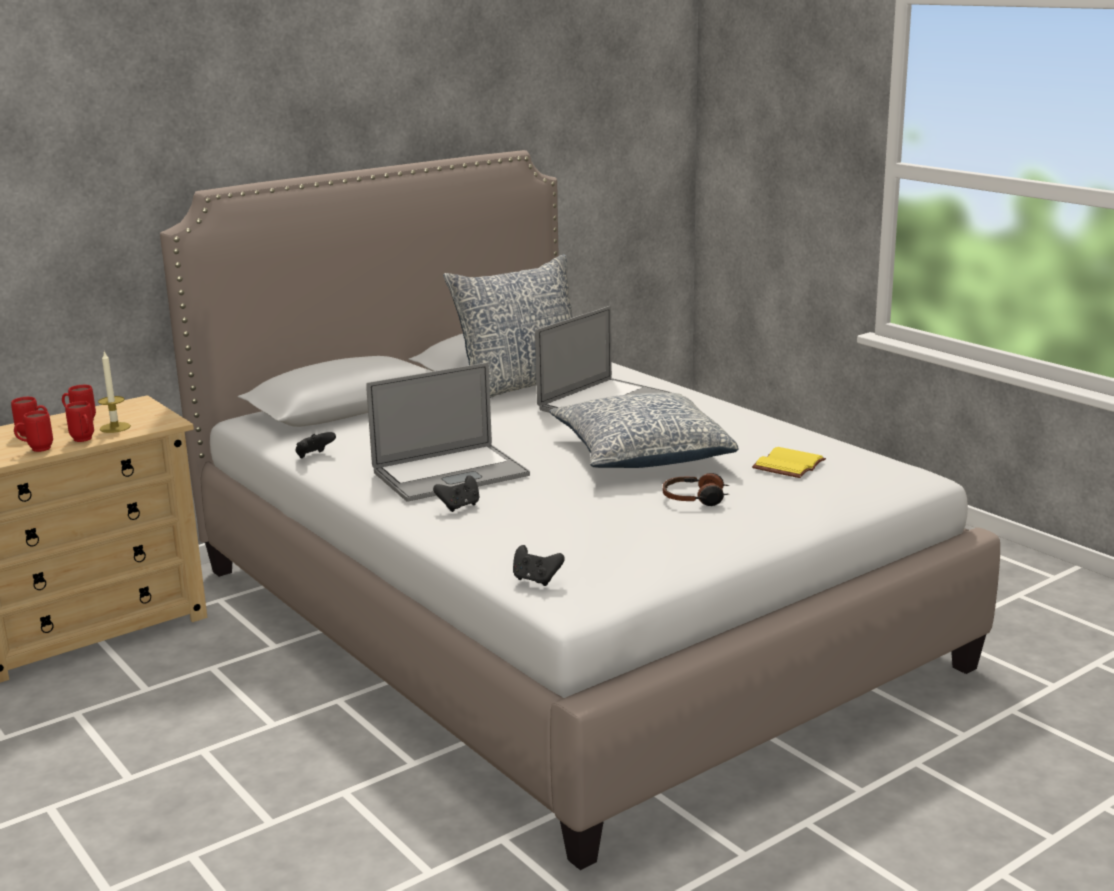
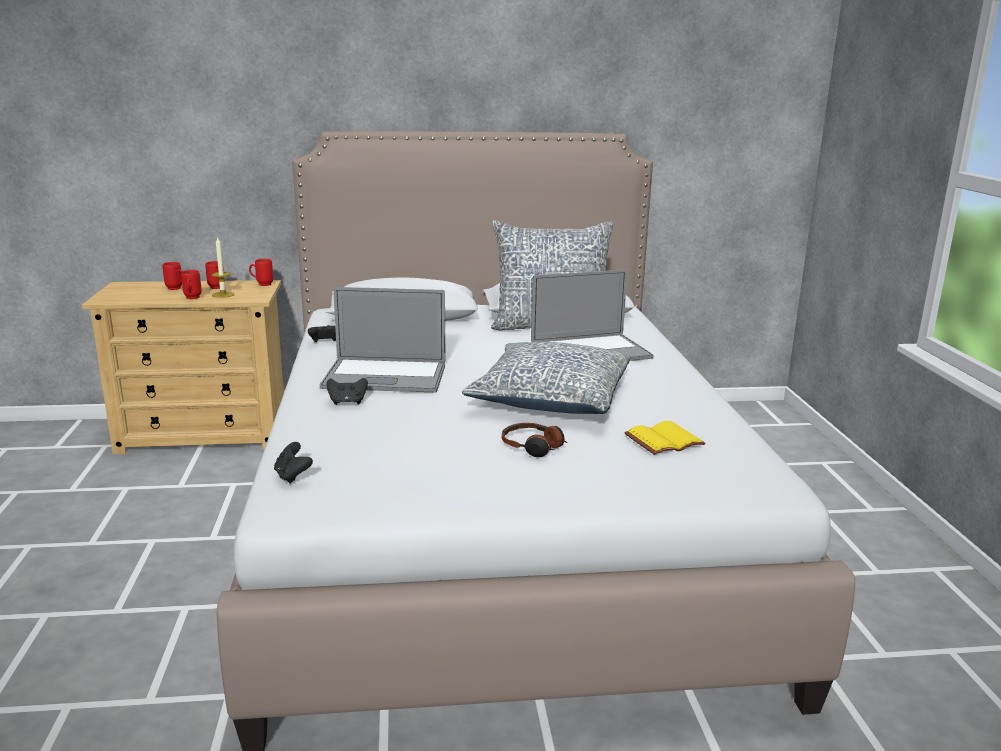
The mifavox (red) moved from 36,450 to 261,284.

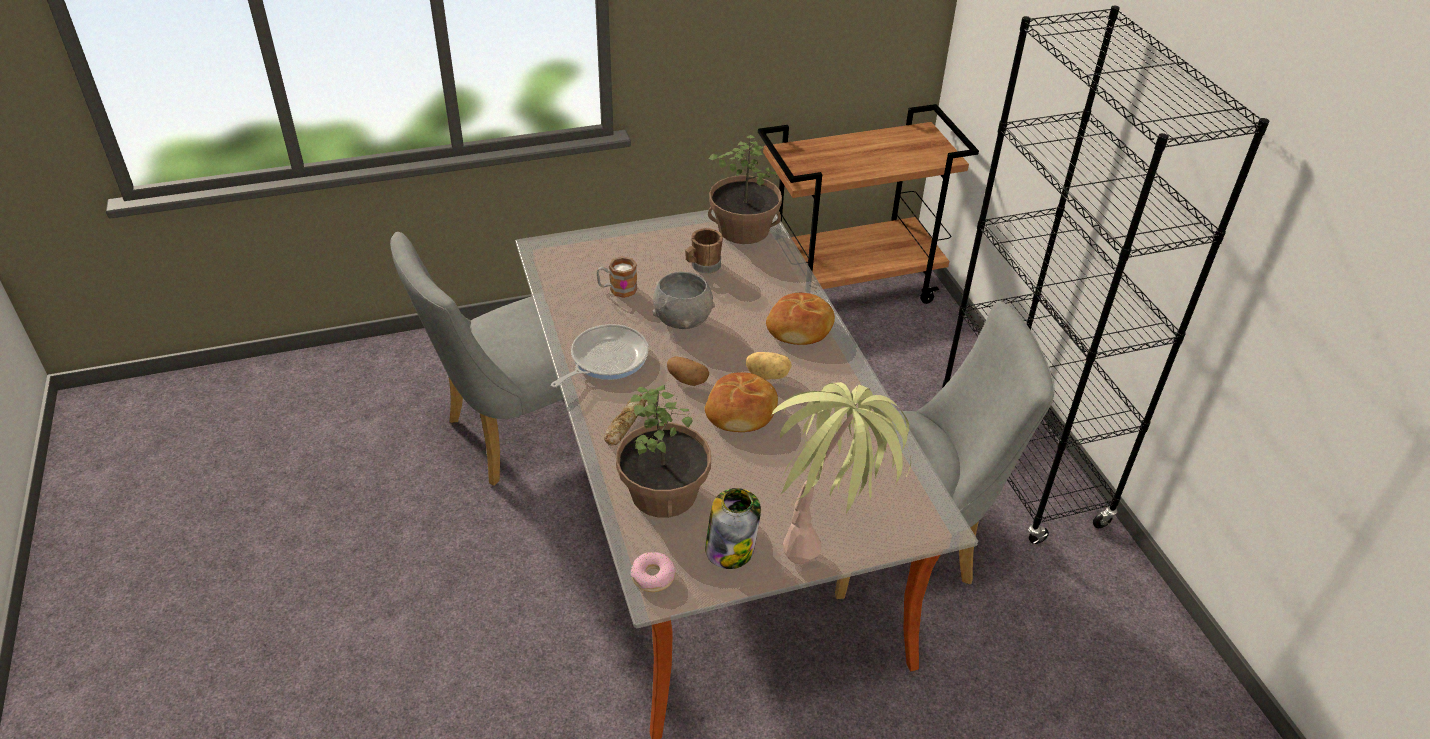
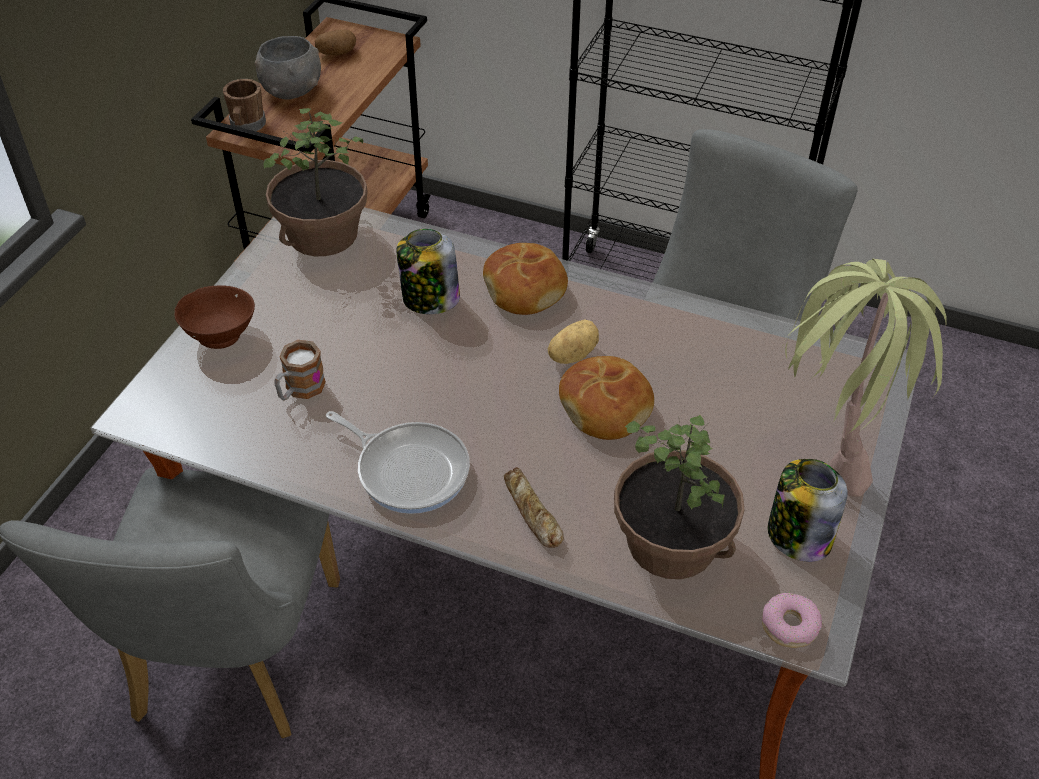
The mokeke at 605,359 turned 135 degrees clockwise.
The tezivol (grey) moved from 682,320 to 292,91.
The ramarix moved from 686,380 to 337,53.
The mifavox (brown) moved from 703,266 to 247,126.
The tezivol (brown) at 222,335 appeared.
The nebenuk at 429,299 appeared.

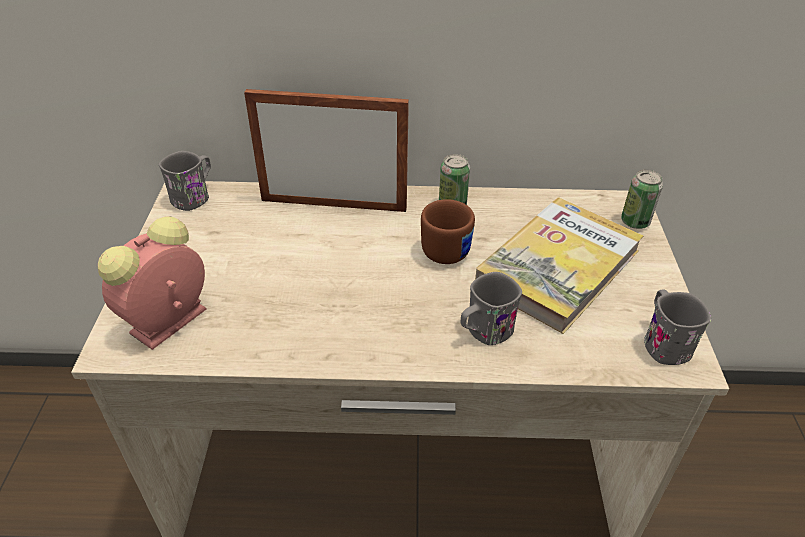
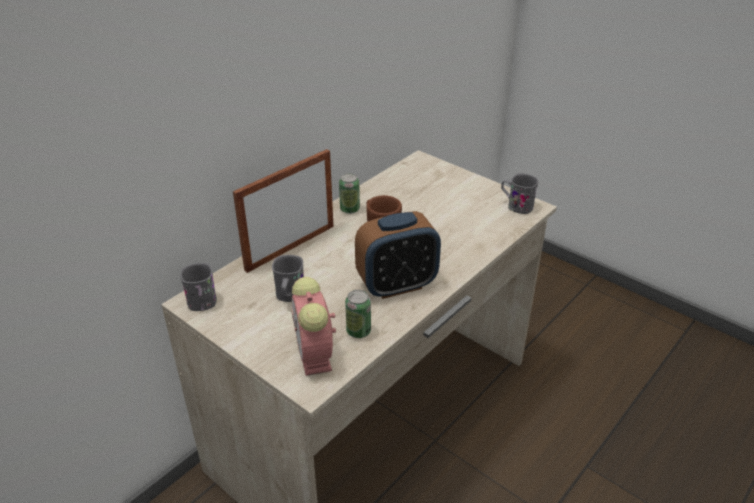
The mifavox (grey) moved from 483,332 to 289,296.
The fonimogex at 558,267 disappeared.
The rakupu moved from 635,222 to 358,331.
The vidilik at 397,285 appeared.

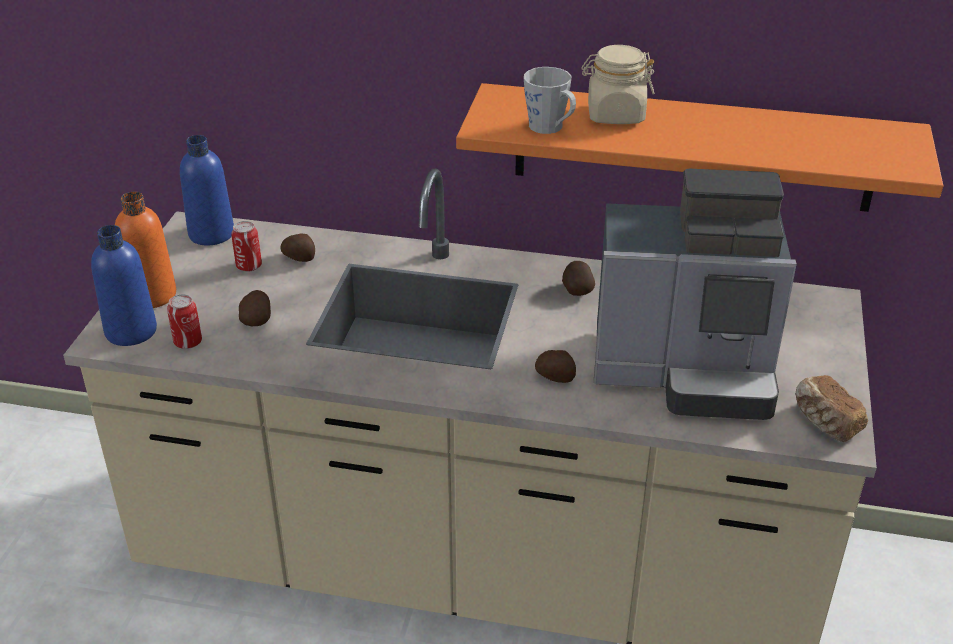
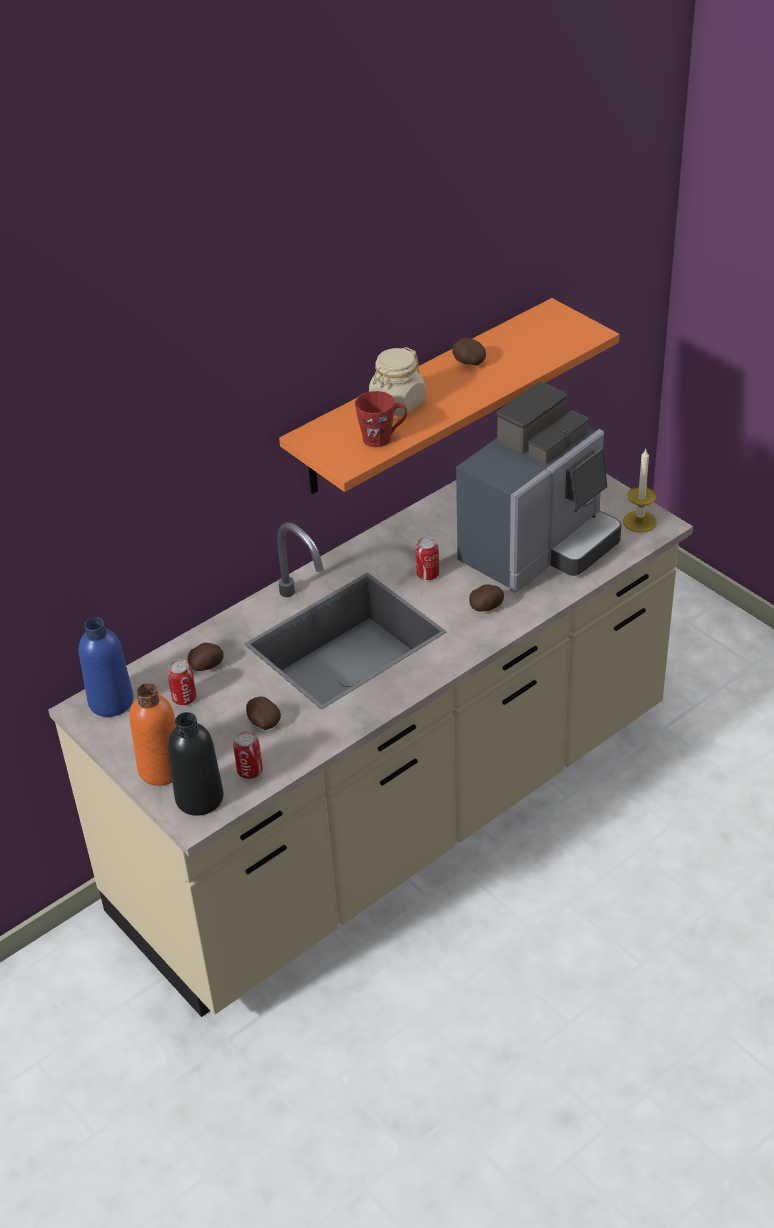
The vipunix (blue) at 131,331 became the vipunix (black) at 199,798.
The mifavox (grey) at 550,128 became the mifavox (red) at 382,438.
The ramarix moved from 576,290 to 468,362.
The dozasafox at 825,422 was replaced by the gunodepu at 639,521.
The rakupu at 427,574 appeared.

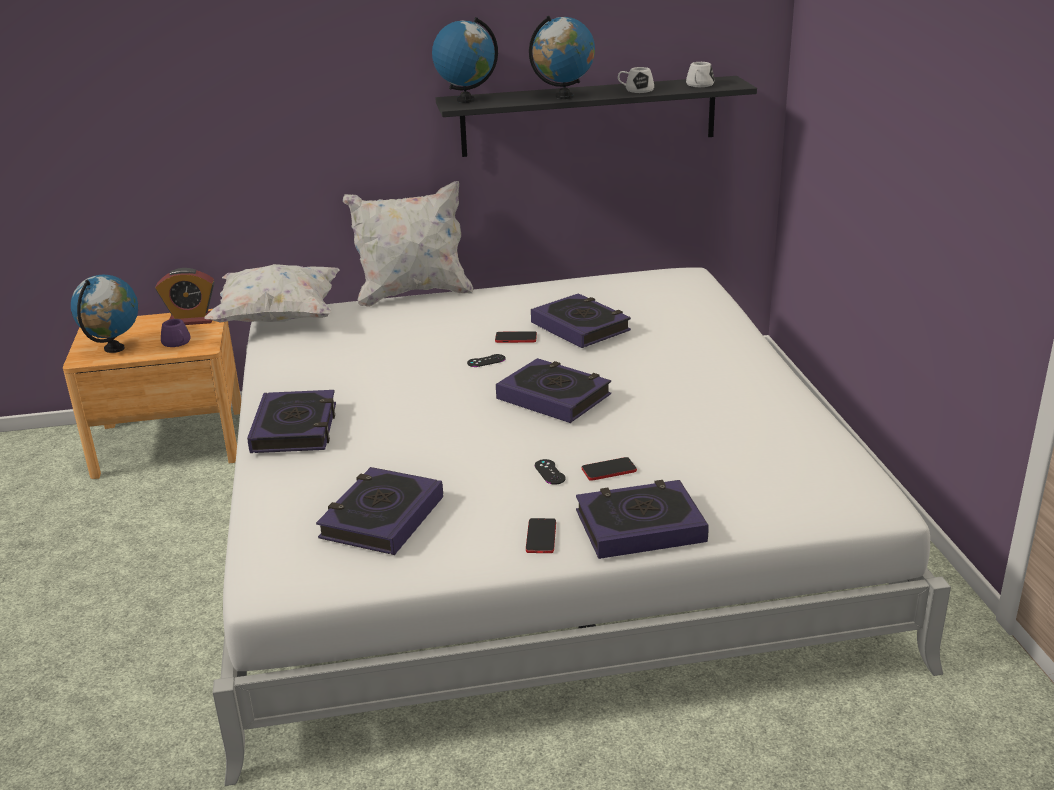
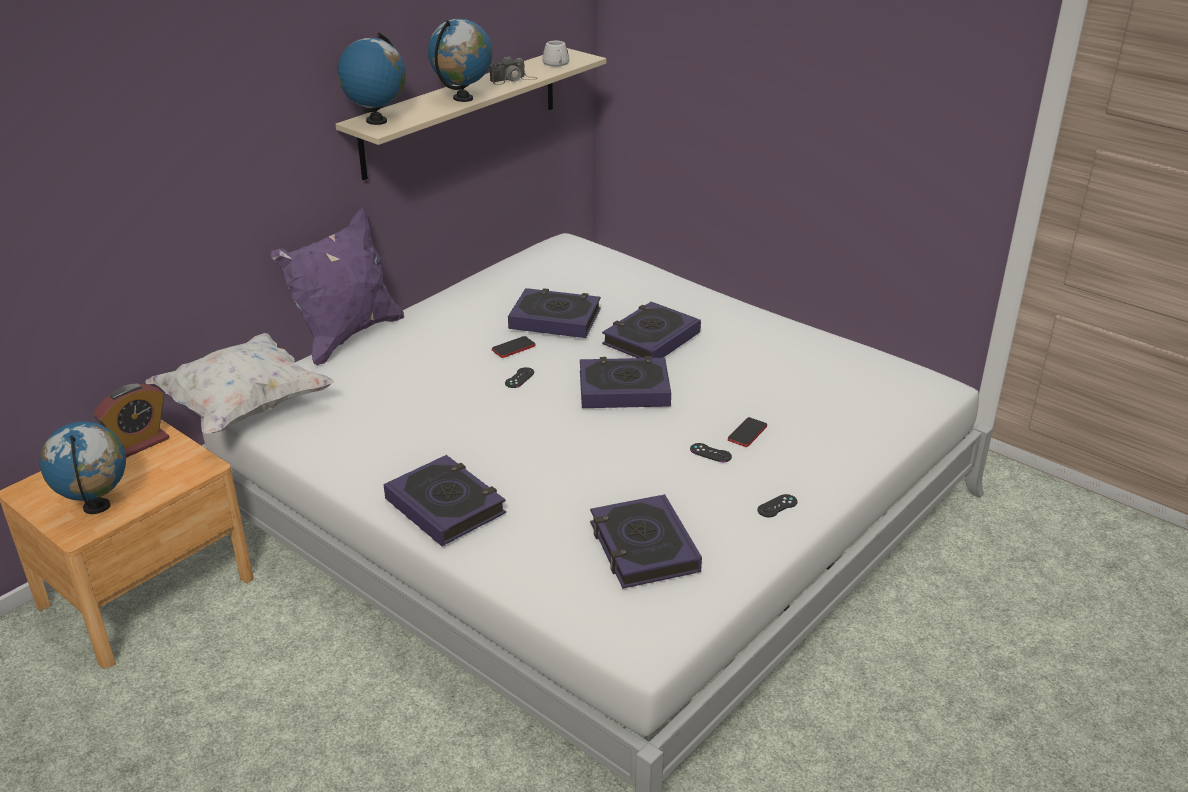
The mifavox (purple) at 178,343 disappeared.
The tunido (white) at 413,293 became the tunido (purple) at 347,336.
The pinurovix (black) at 589,116 became the pinurovix (beige) at 461,112.
The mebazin at 541,537 was replaced by the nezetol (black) at 777,506.
The fonimogex moved from 640,526 to 651,339.
The mifavox (white) at 635,90 was replaced by the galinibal at 513,79.

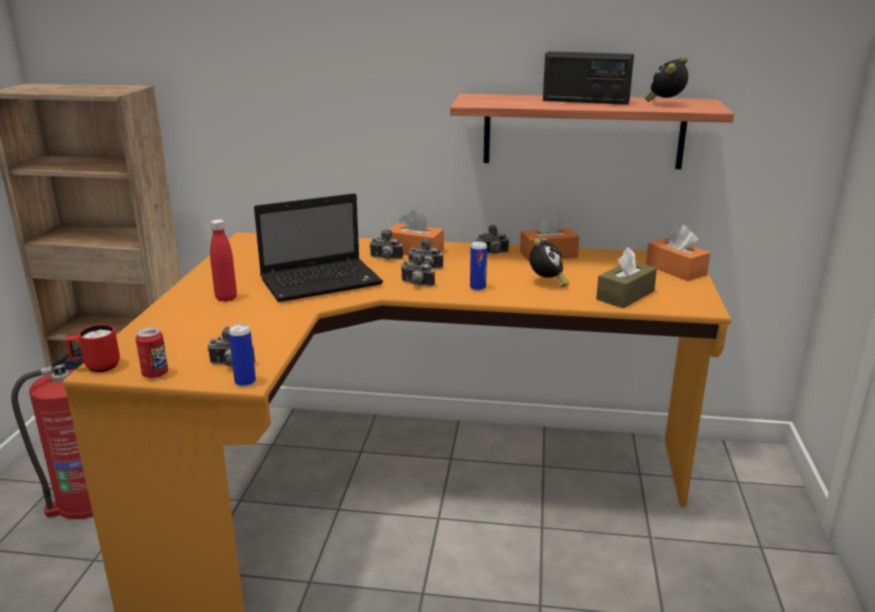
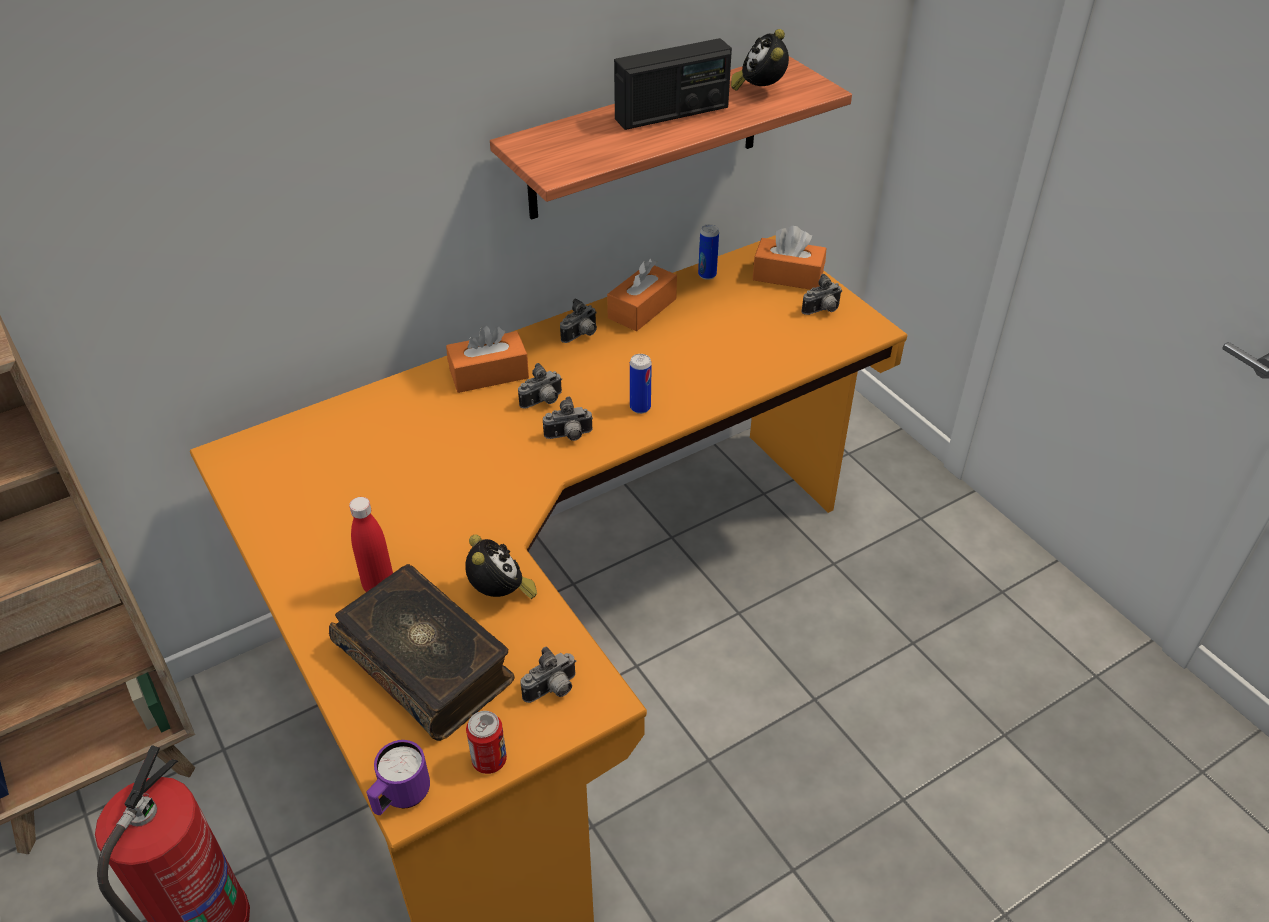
The mifavox (red) at 97,367 became the mifavox (purple) at 401,798.
The rakupu moved from 245,382 to 707,275.
The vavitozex at 323,281 disappeared.
The galinibal moved from 385,259 to 823,310.
The vidilik moved from 547,283 to 500,594.
The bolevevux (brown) at 625,295 disappeared.
The fonimogex at 426,663 appeared.

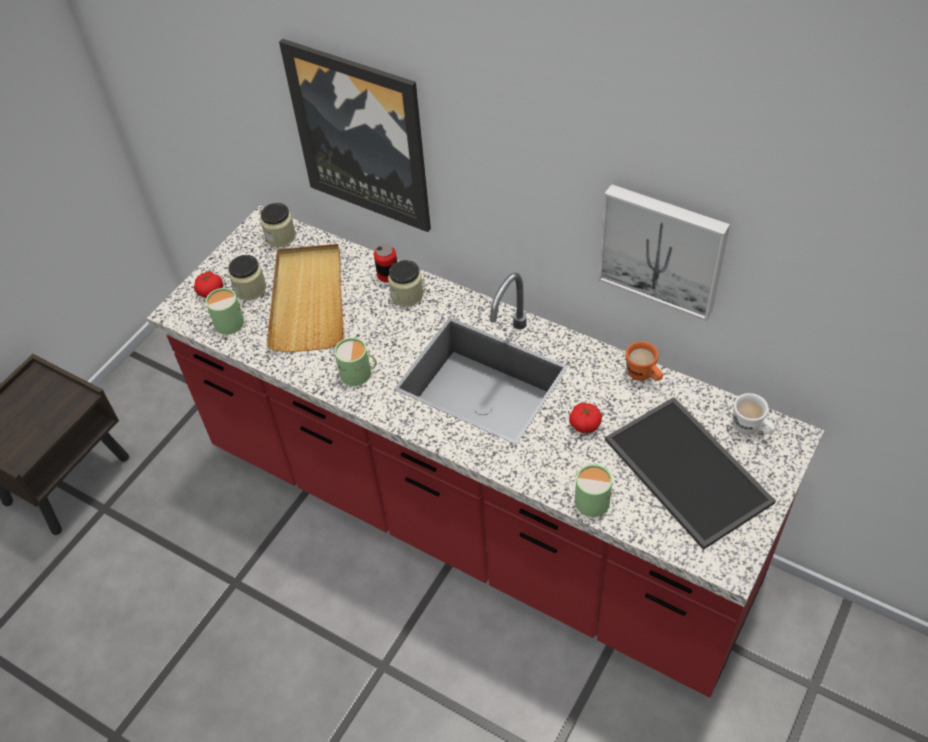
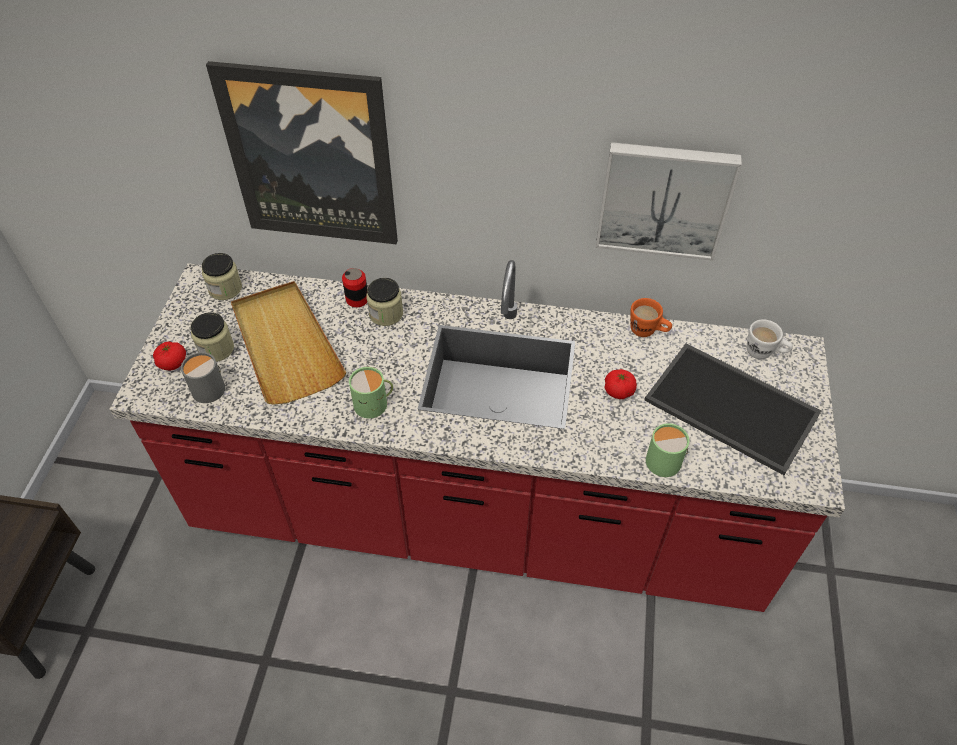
The mifavox (green) at 228,320 became the mifavox (grey) at 206,387.

